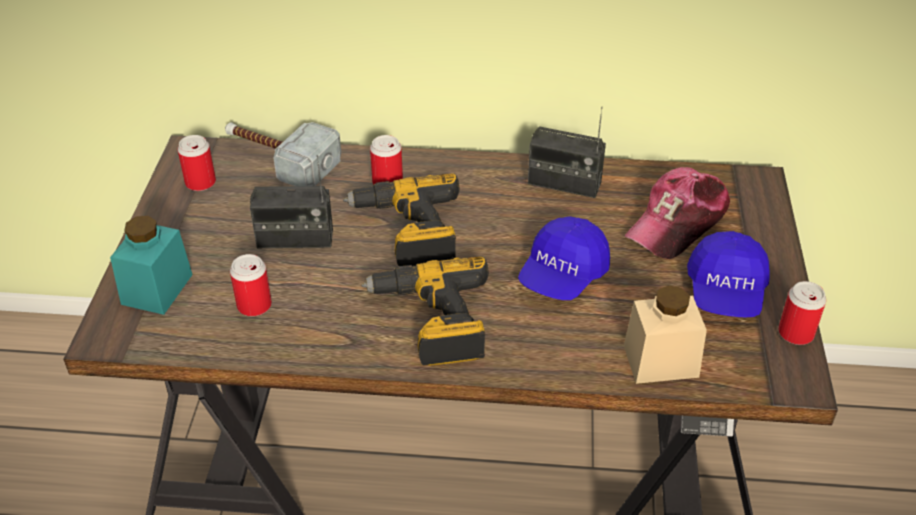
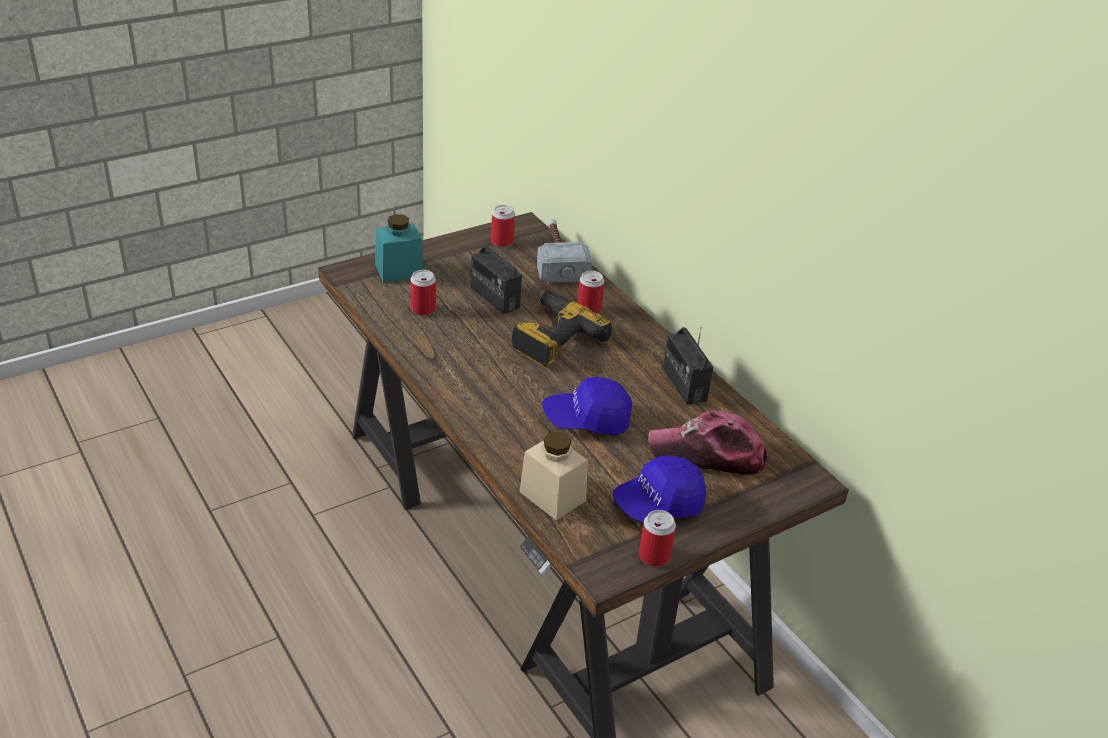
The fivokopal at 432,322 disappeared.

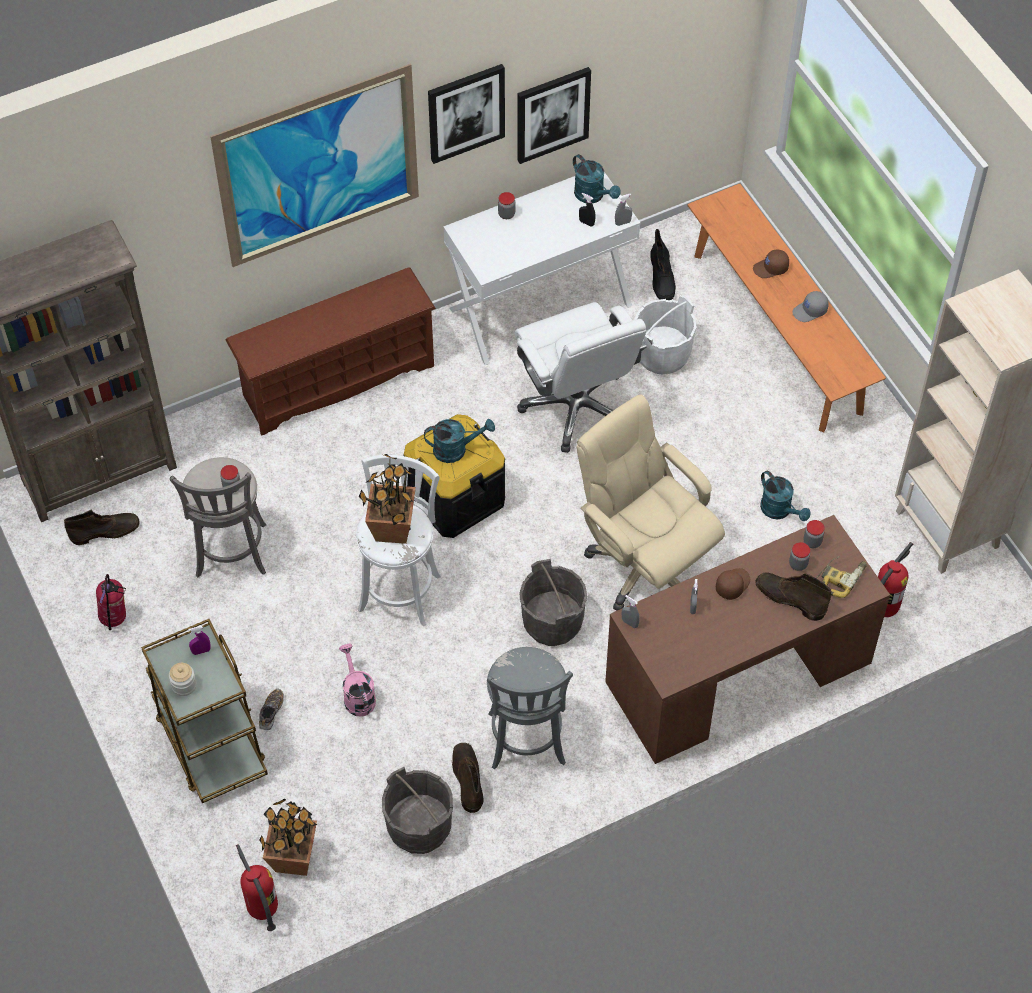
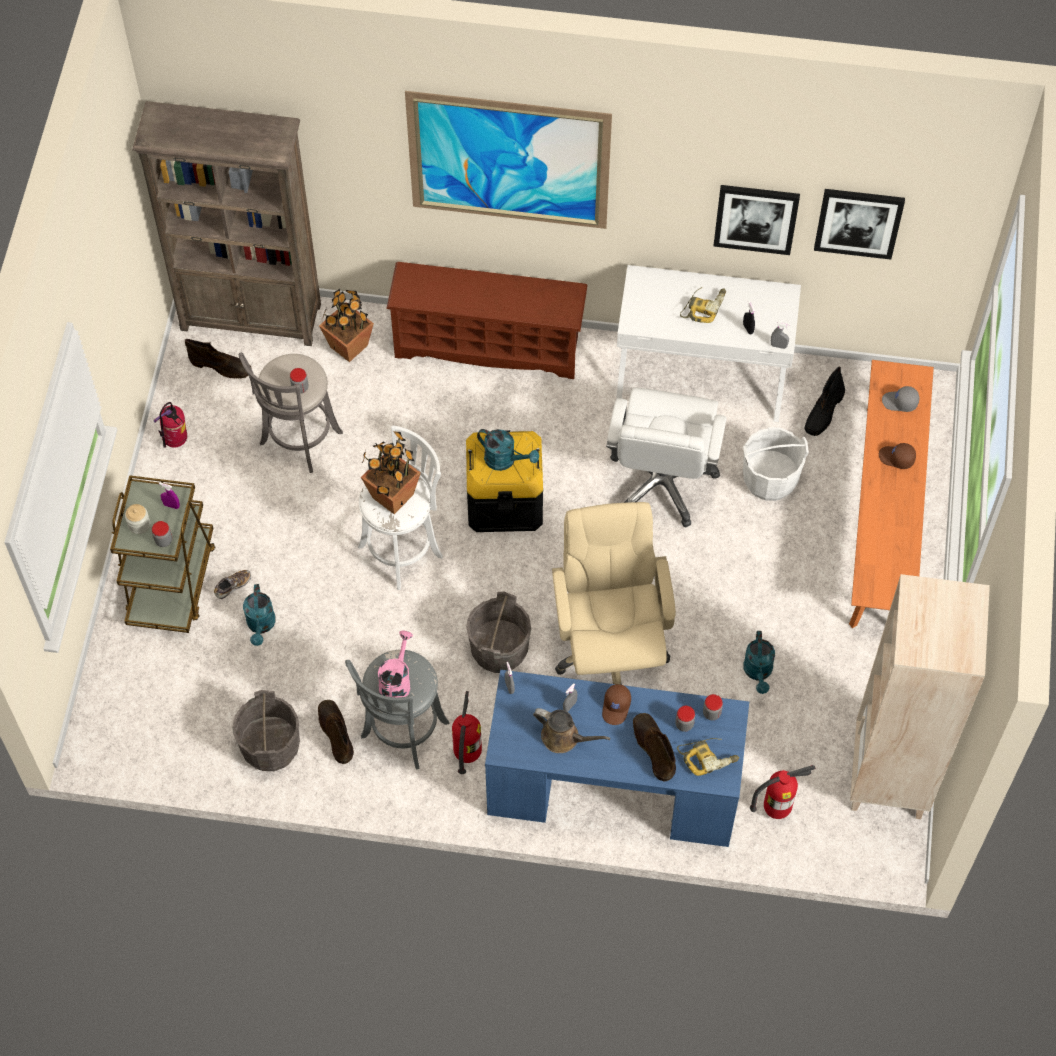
The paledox moved from 262,910 to 467,754.
The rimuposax moved from 293,858 to 349,346.
The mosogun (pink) moved from 357,695 to 396,681.
The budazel moved from 466,112 to 858,222.
The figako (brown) at 467,779 turned 45 degrees counterclockwise.
The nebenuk moved from 506,214 to 163,540.
The mosogun (turquoise) moved from 593,196 to 261,625.
The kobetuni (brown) at 737,672 became the kobetuni (blue) at 613,783.
The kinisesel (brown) at 732,584 turned 120 degrees clockwise.
The kinisesel (grey) moved from 810,311 to 900,402.
The mosogun (brown) at 564,737 appeared.
The fivokopal at 703,306 appeared.

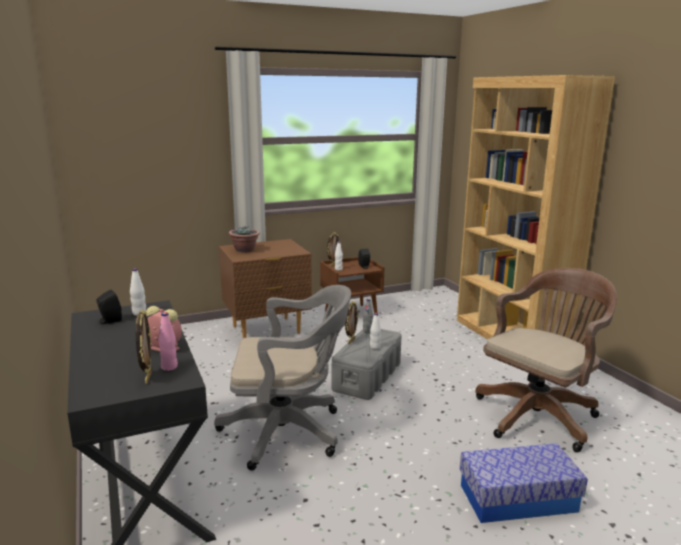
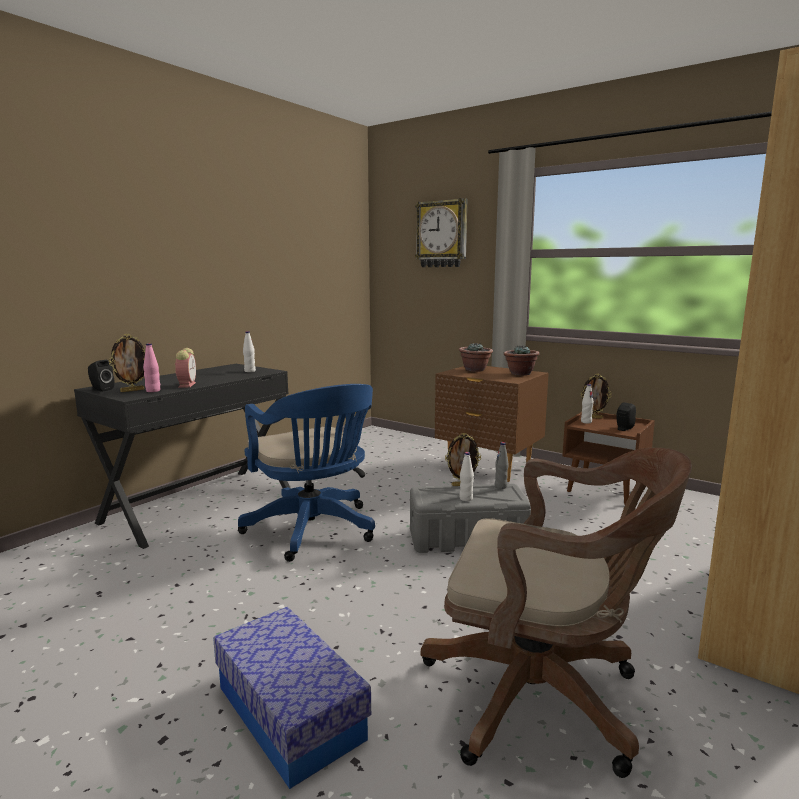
The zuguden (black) moved from 109,321 to 101,389.
The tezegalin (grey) at 288,432 became the tezegalin (blue) at 314,531.
The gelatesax at 442,234 appeared.
The rimuposax at 520,373 appeared.

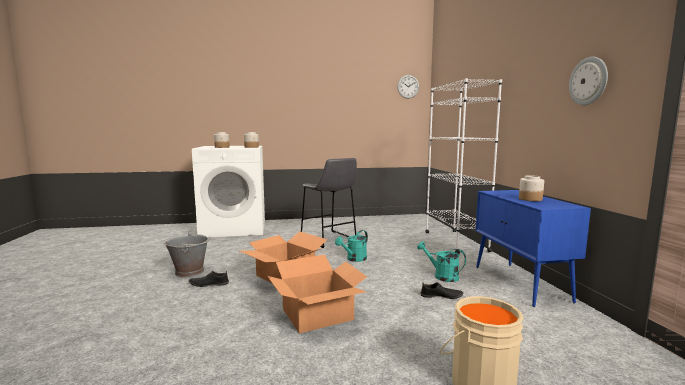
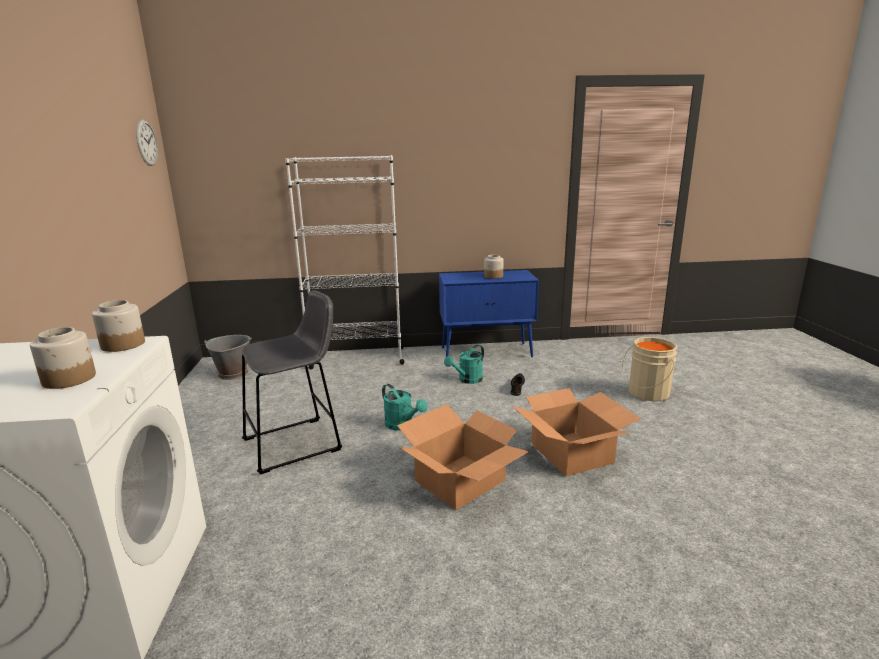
The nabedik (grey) moved from 190,272 to 232,373.
The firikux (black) at 209,284 disappeared.
The gelatesax at 588,81 disappeared.

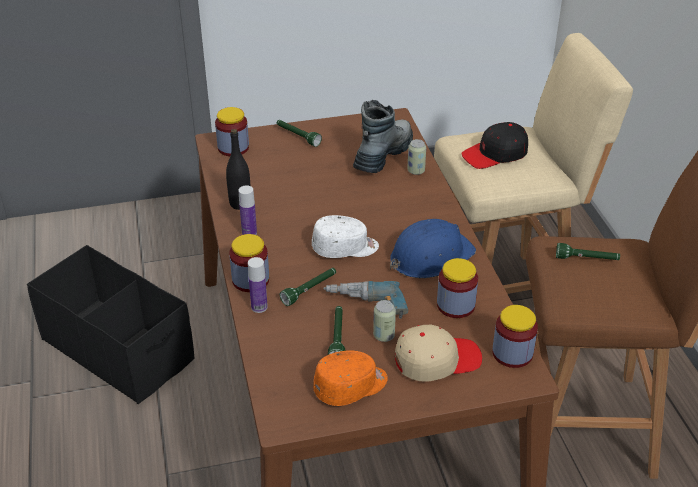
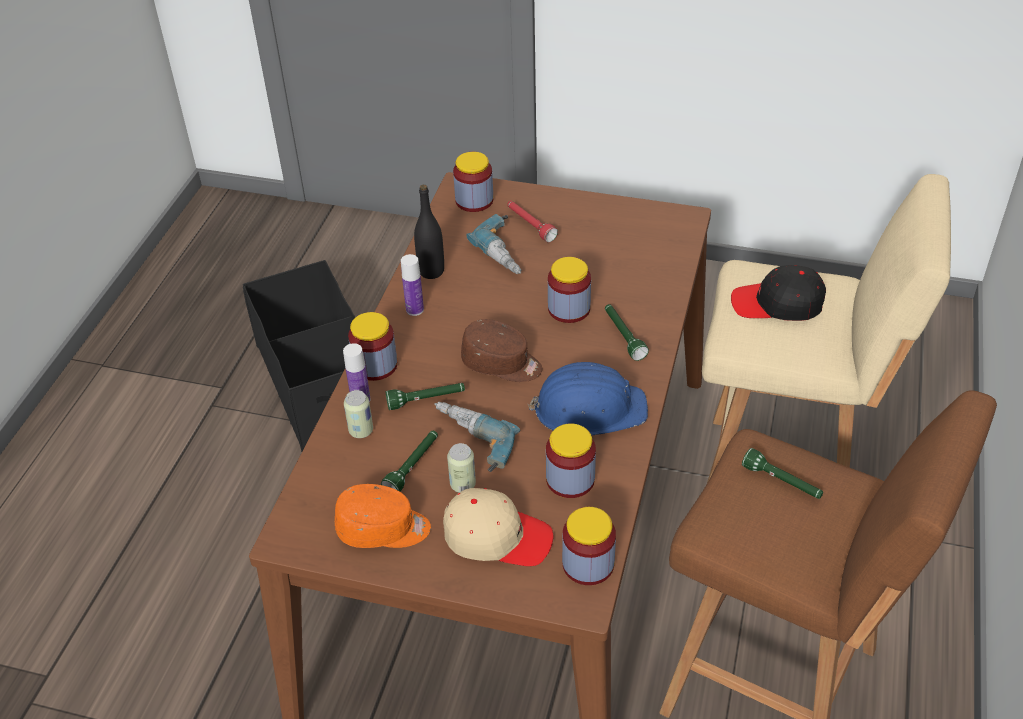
The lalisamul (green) moved from 297,136 to 623,336.
The kinisesel (white) at 345,248 became the kinisesel (brown) at 502,364.
The figako at 383,155 disappeared.
The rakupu moved from 416,171 to 361,430.
The fivokopal at 507,251 appeared.
The lalisamul (red) at 530,225 appeared.
The nebenuk at 569,309 appeared.

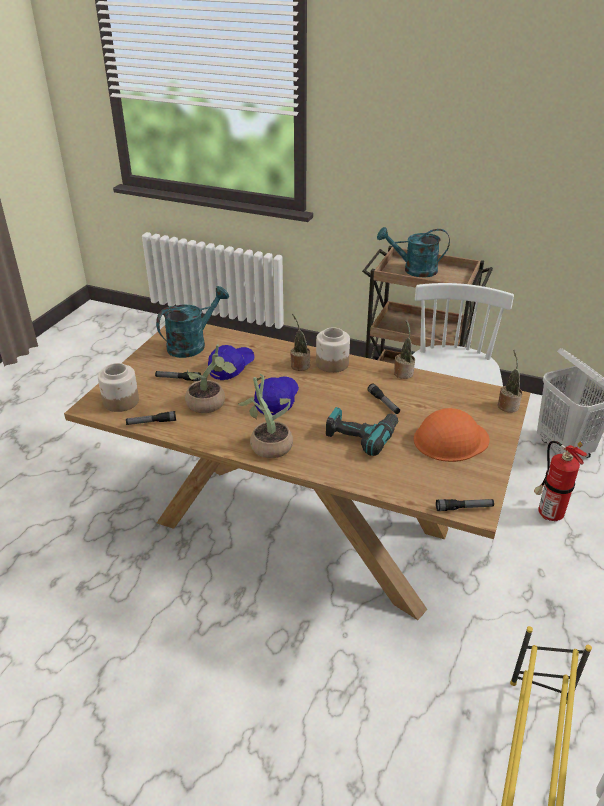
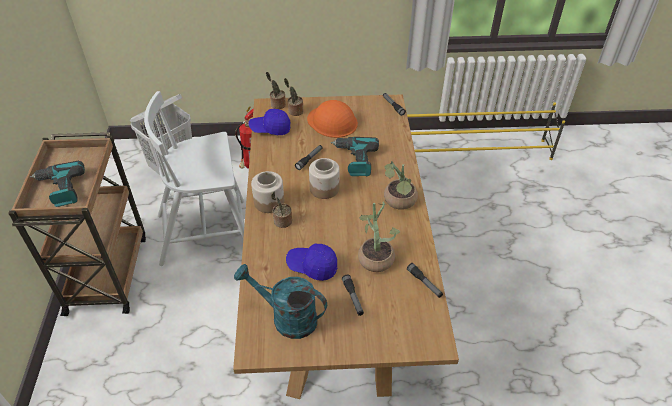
The nebenuk moved from 121,402 to 325,188.
The kinisesel (blue) moved from 277,401 to 270,129.
The mosogun (turquoise) at 414,270 was replaced by the fivokopal at 61,189.
The rimuposax moved from 403,372 to 294,111.

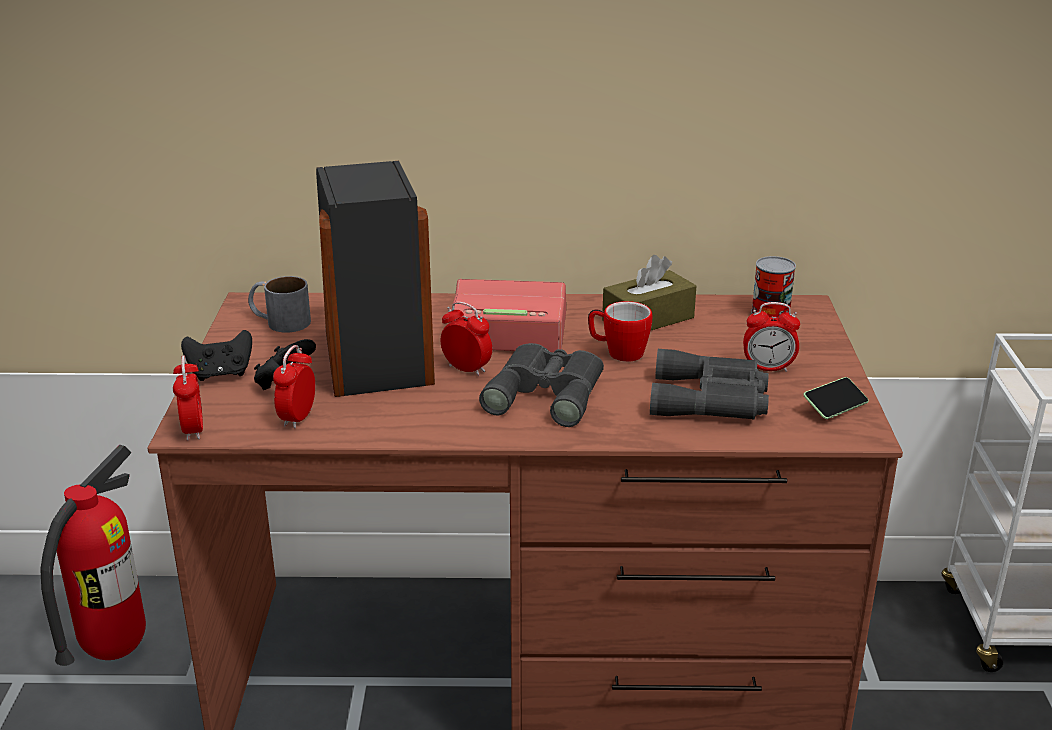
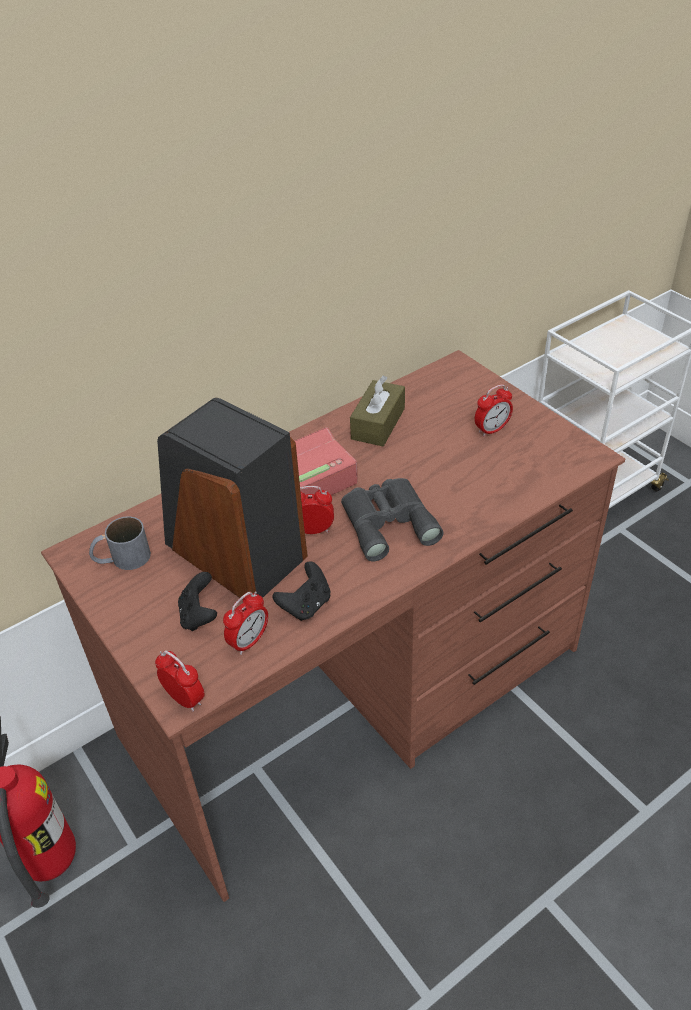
The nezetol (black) moved from 221,374 to 306,605.
The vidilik at 297,418 turned 120 degrees counterclockwise.
The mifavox at 618,353 disappeared.
The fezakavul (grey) at 712,399 disappeared.
The rakupu at 770,313 disappeared.
The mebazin at 835,407 disappeared.

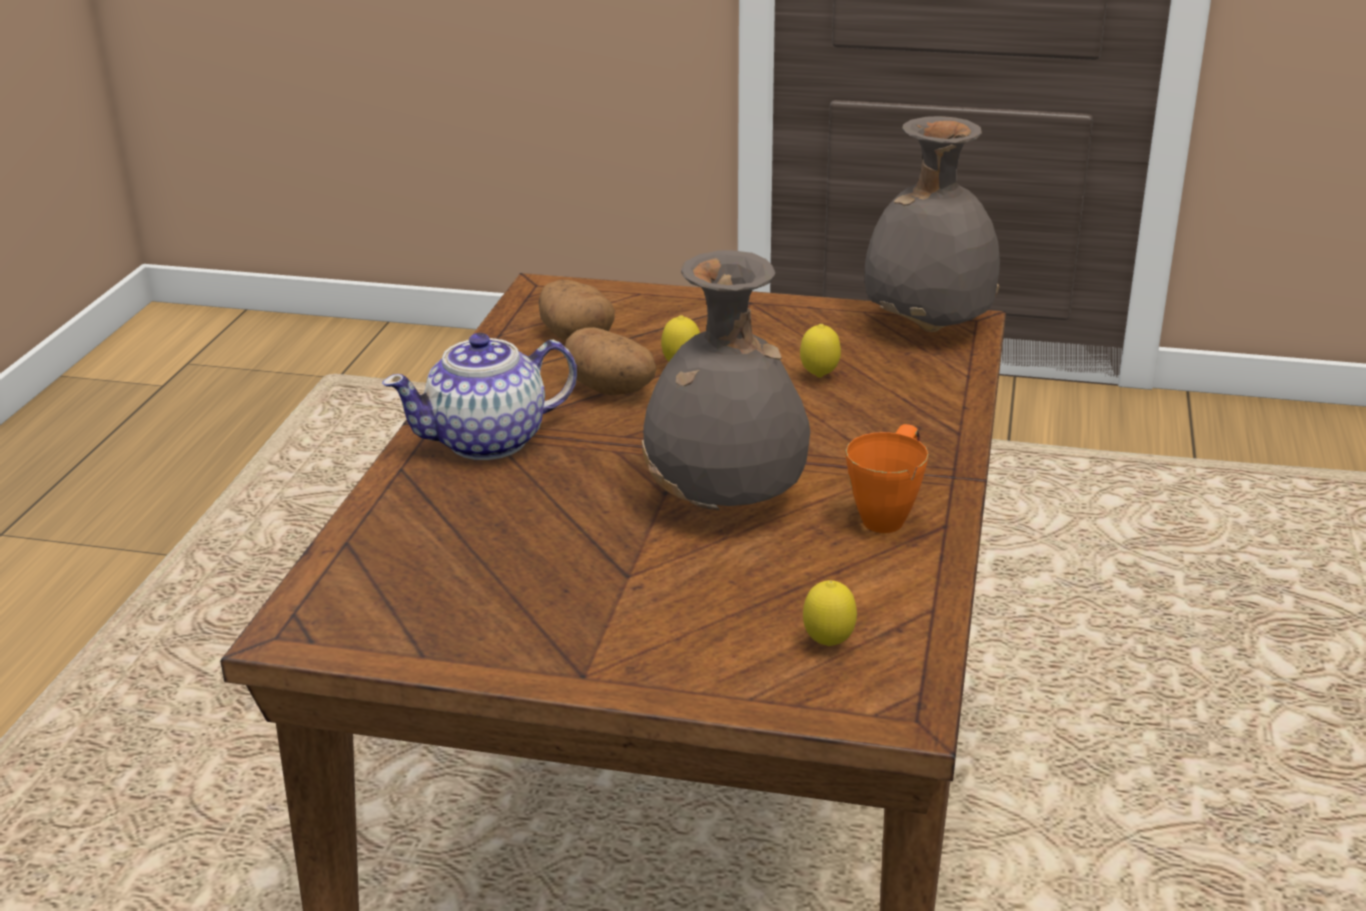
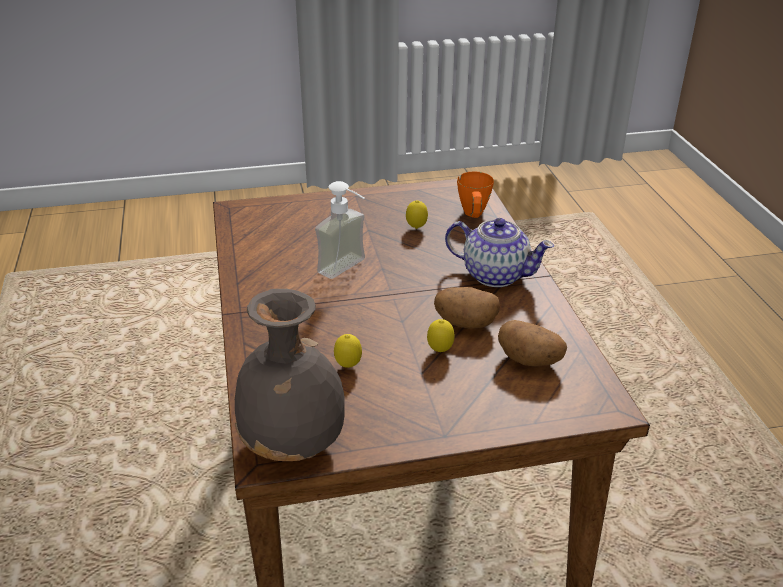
The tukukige at 489,440 turned 75 degrees clockwise.
The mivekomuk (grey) at 726,502 was replaced by the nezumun at 349,270.
The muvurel moved from 828,645 to 416,228.
The mifavox (orange) moved from 889,513 to 474,216.

